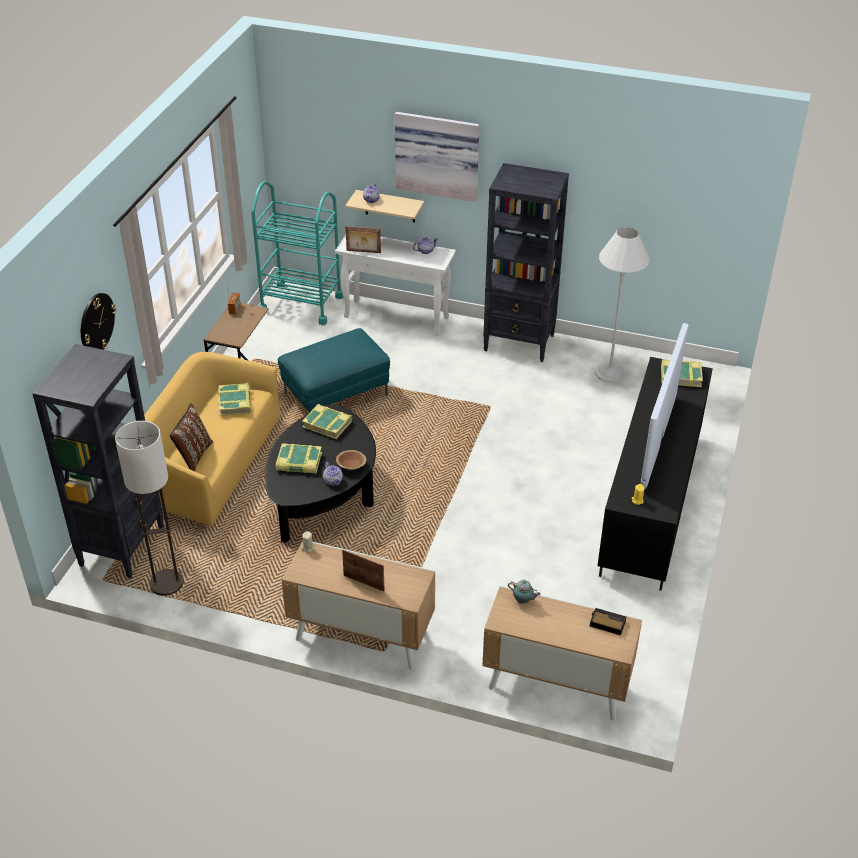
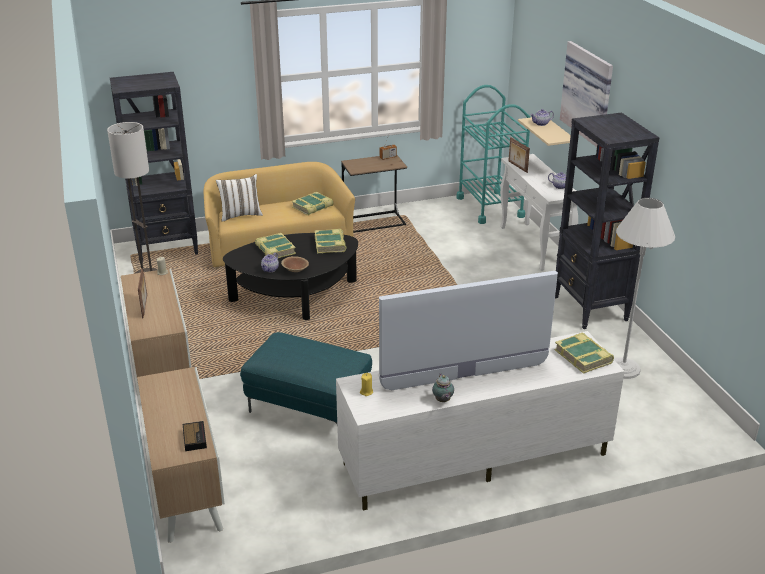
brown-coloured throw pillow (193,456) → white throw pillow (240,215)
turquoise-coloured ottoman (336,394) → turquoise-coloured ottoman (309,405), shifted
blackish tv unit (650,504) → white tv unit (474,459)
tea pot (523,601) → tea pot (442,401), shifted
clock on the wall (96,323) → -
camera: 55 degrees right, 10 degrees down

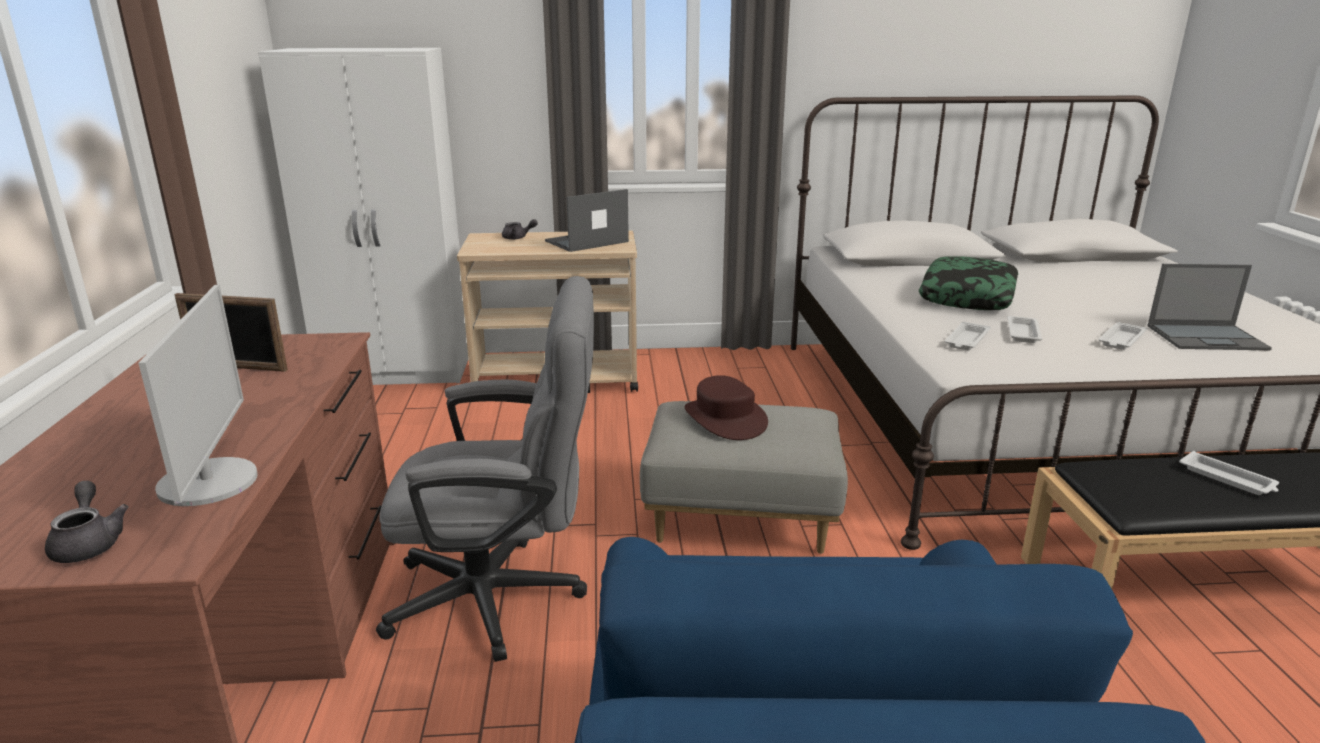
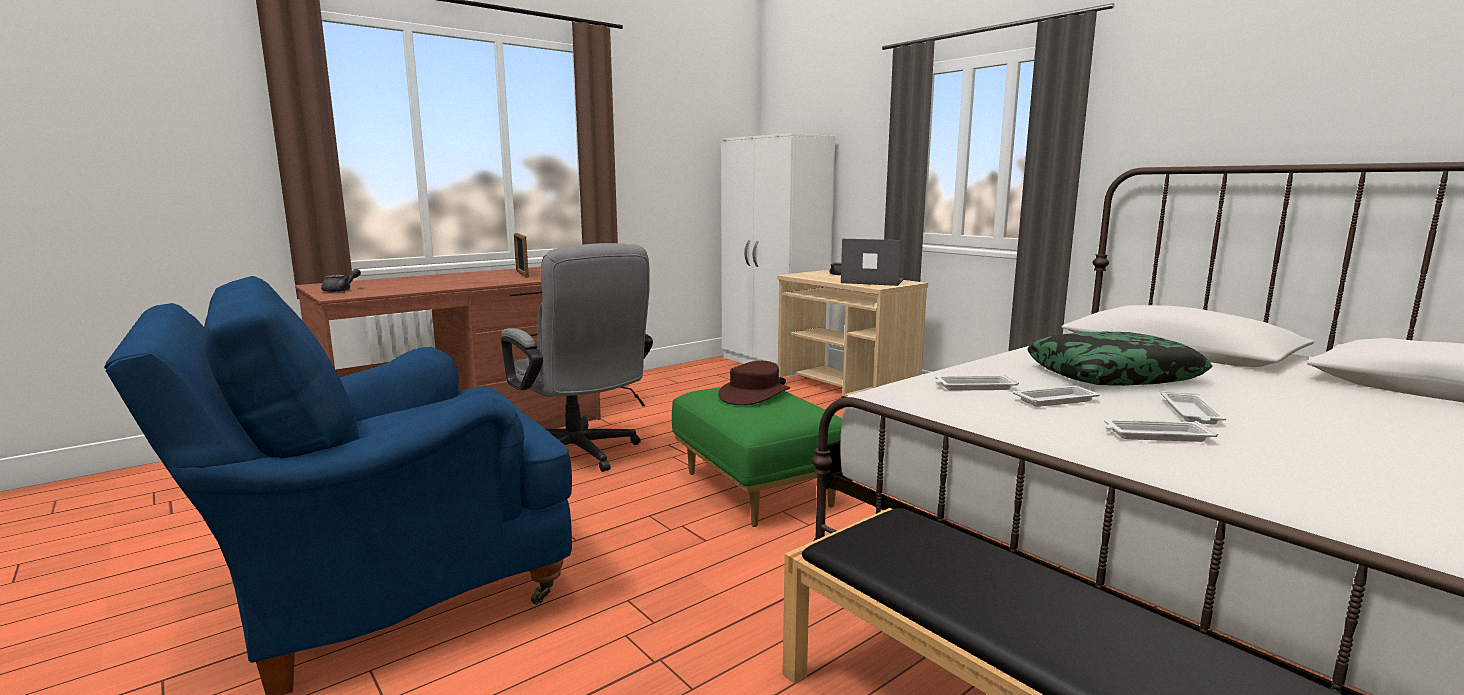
grey ottoman (739,520) → green ottoman (755,489)
white carrying tray (1228,479) → white carrying tray (1191,413), shifted
monitor (210,482) → -
laptop (1207,337) → -
camera: 55 degrees right, 10 degrees down

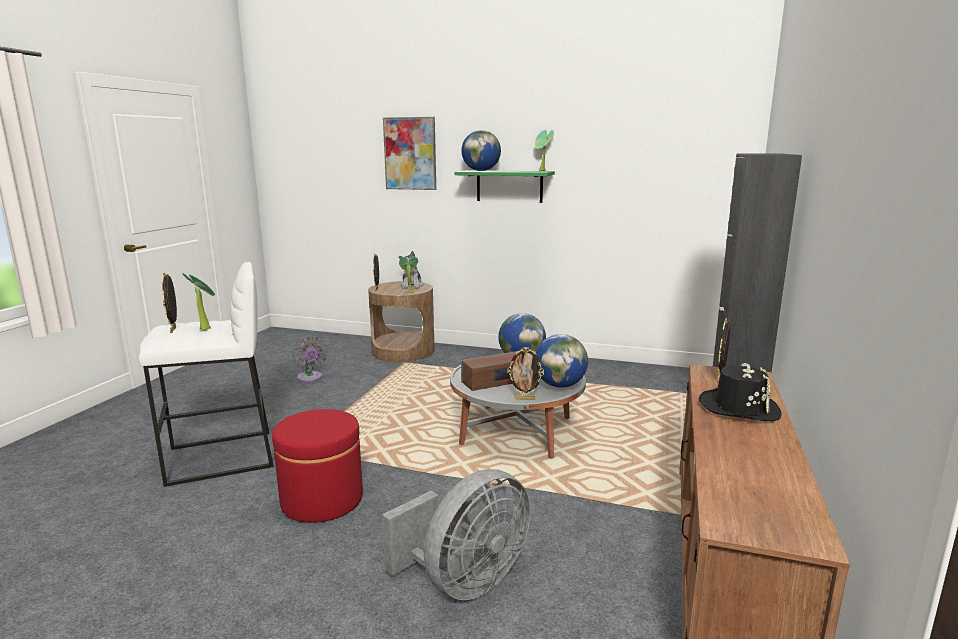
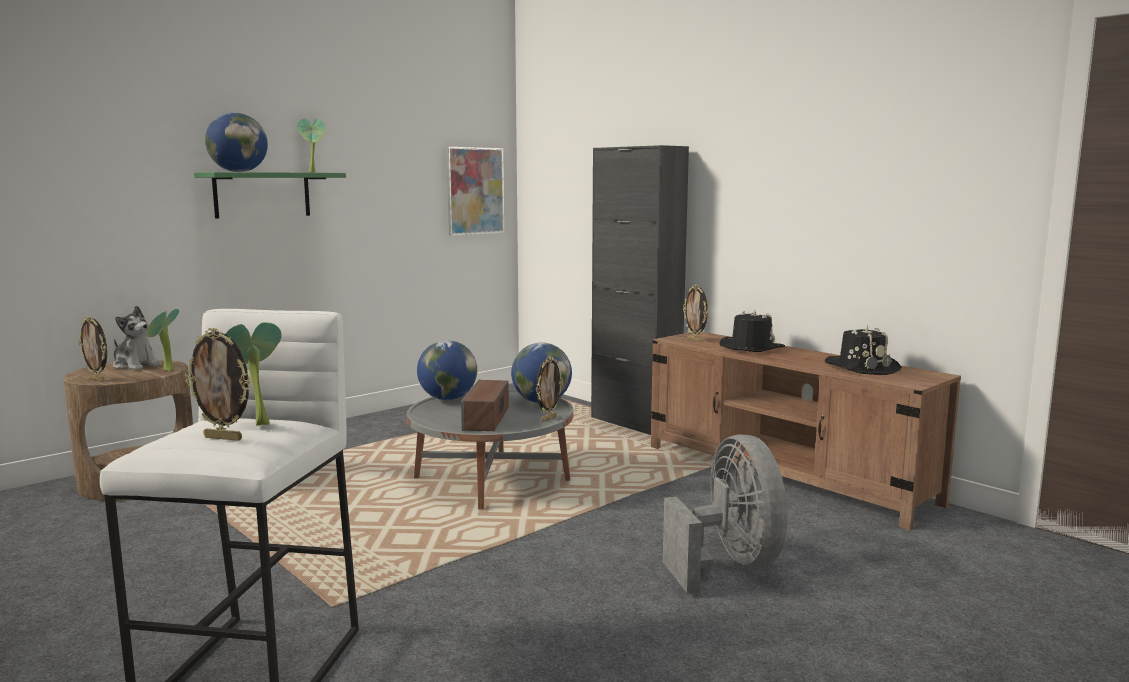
picture (410,153) → picture (475,191), shifted
- → blackish wearable hat (861,367)
red-coloured ottoman (322,500) → -
grey electric fan (310,378) → -
camera: 60 degrees left, 5 degrees down

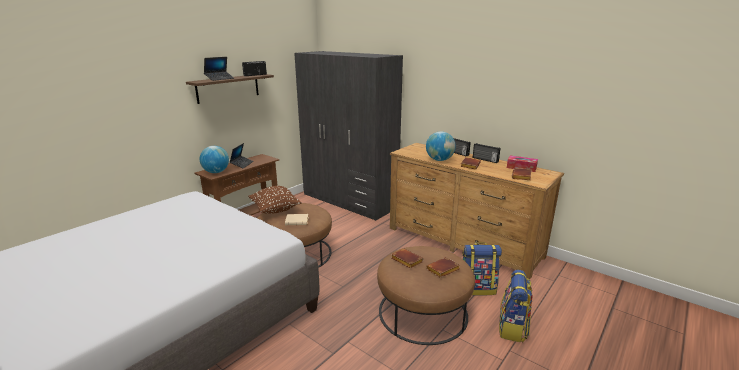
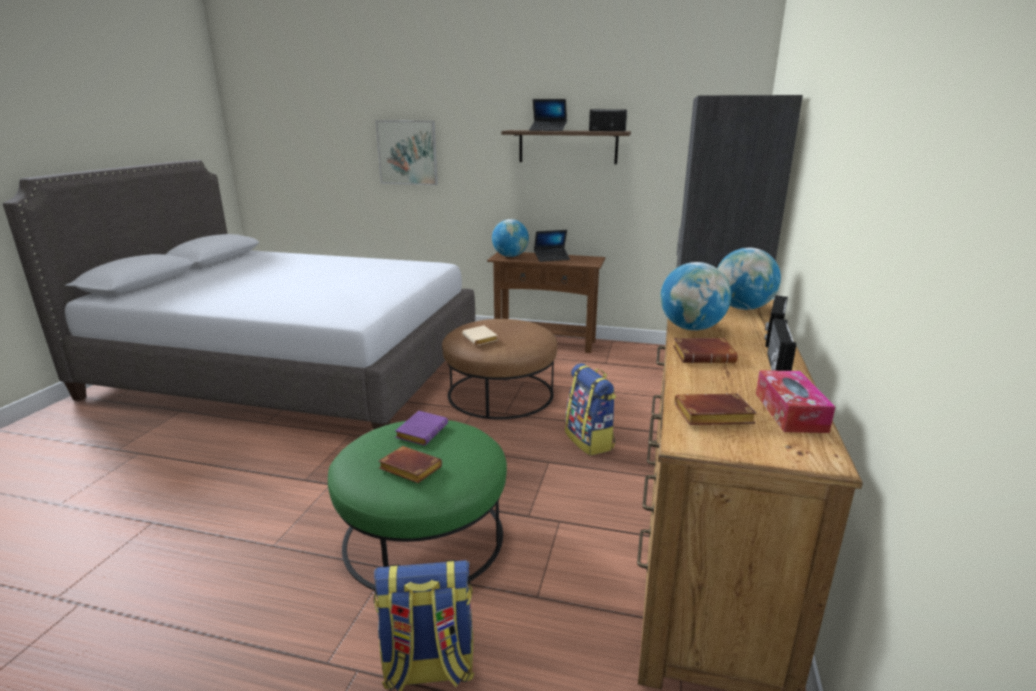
brown-coloured ottoman (422,312) → green ottoman (423,536)
- → picture (407,152)
brown-coloured bound book (405,260) → purplish bound book (421,431)
rucksack (477,288) → rucksack (590,441), shifted
- → world globe (742,308)
brown-coloured throw pillow (275,210) → -
camera: 65 degrees right, 0 degrees up

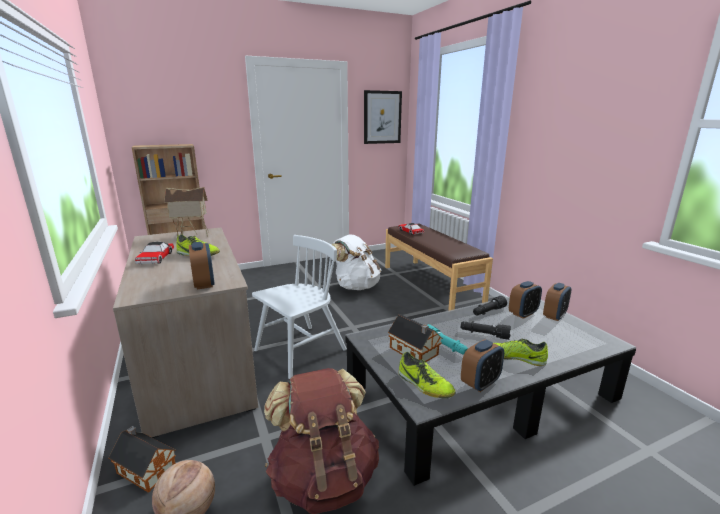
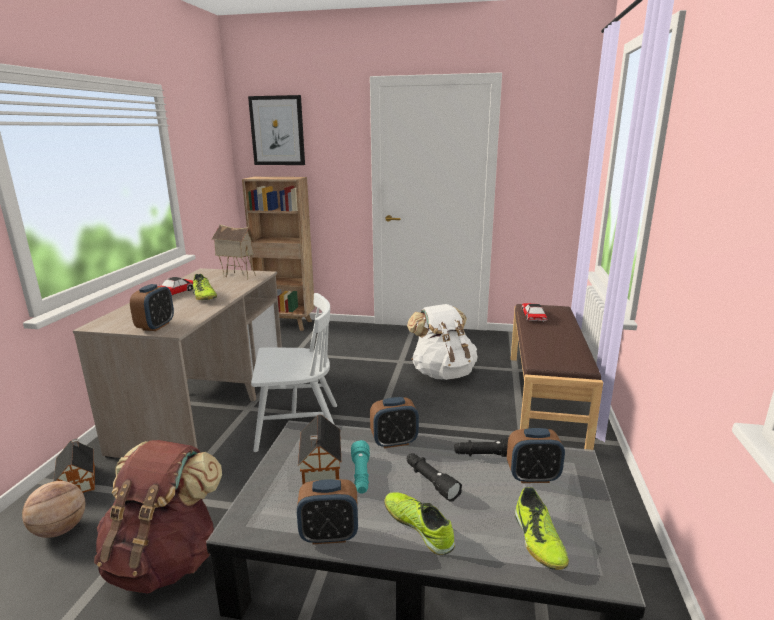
picture (382,117) → picture (277,131), shifted
table clock (554,316) → table clock (394,442), shifted
shoe (424,385) → shoe (538,540), shifted
camera: 35 degrees right, 0 degrees up

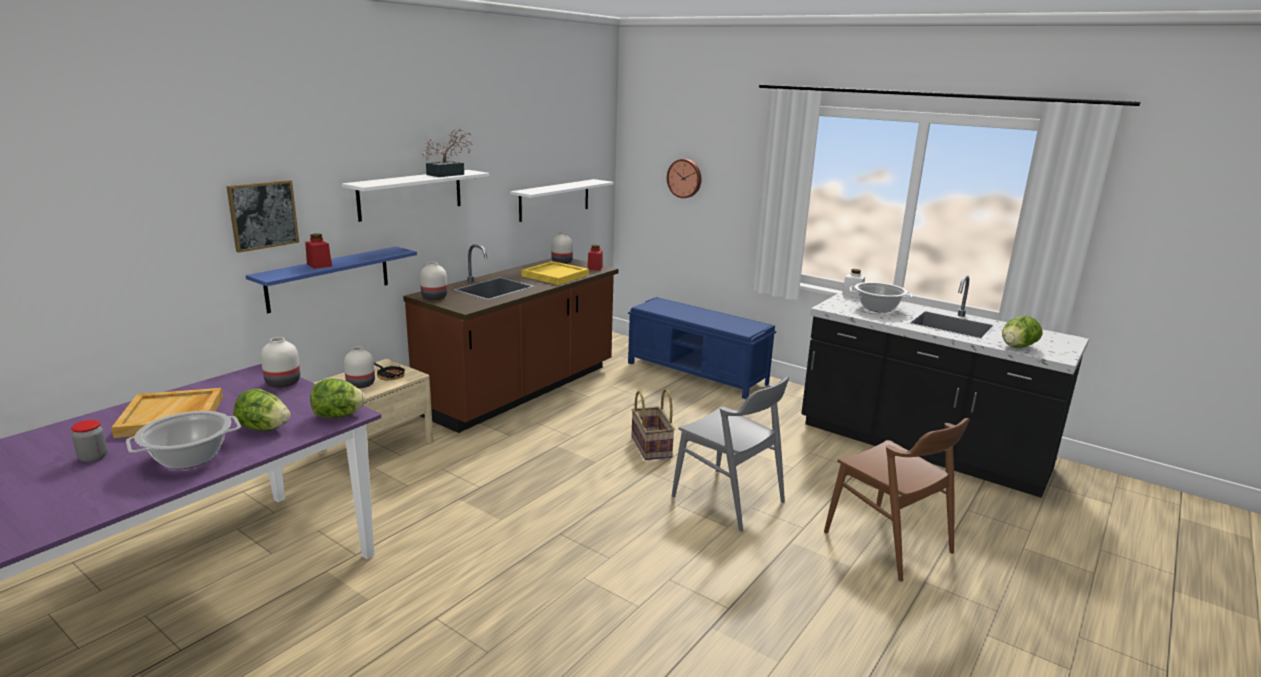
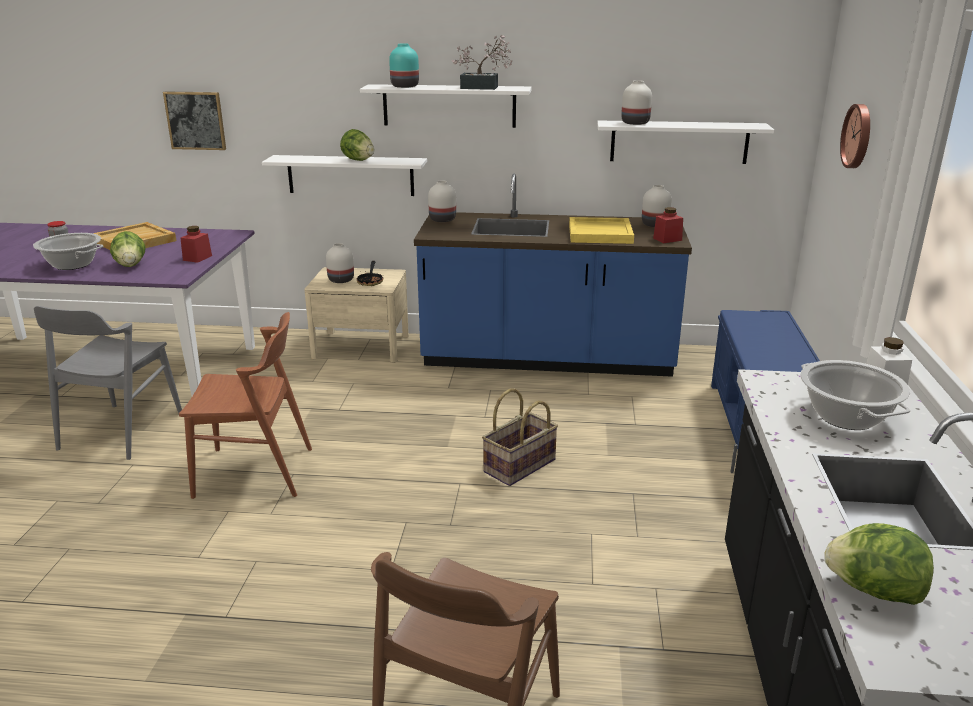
grey upright chair (728,499) → grey upright chair (121,431), shifted
picture (263,215) → picture (195,120), shifted
- → brown-coloured upright chair (255,472)
red-coloured preserve jar (319,265) → red-coloured preserve jar (197,258), shifted
blue shelf (329,278) → white shelf (350,175)
head of lettuce (338,416) → head of lettuce (358,160), shifted
- → turquoise-coloured vase (404,86)
brown-coloured counter (521,390) → blue counter (547,359)
white vase (283,383) → white vase (635,123), shifted
camera: 60 degrees right, 5 degrees up

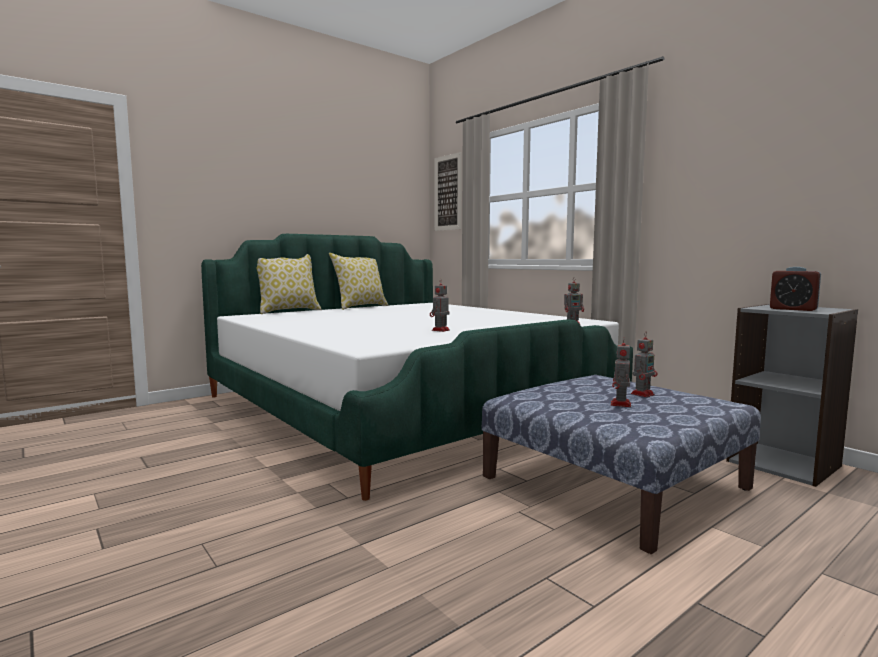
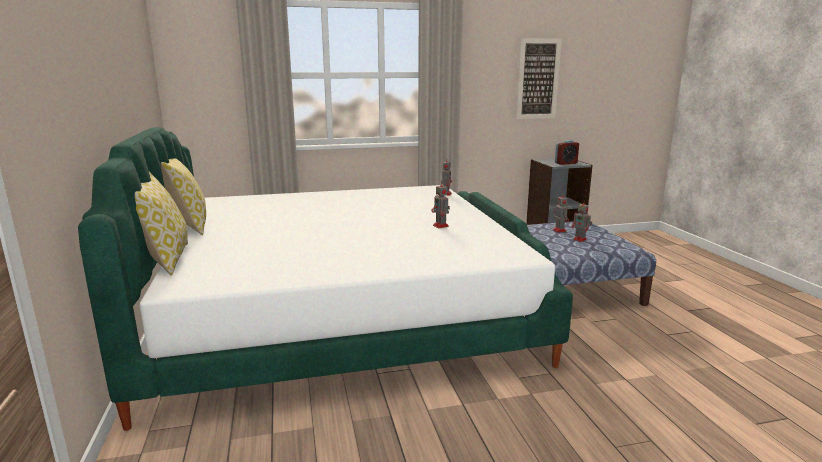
picture (448,193) → picture (538,79), shifted
camera: 65 degrees left, 10 degrees up

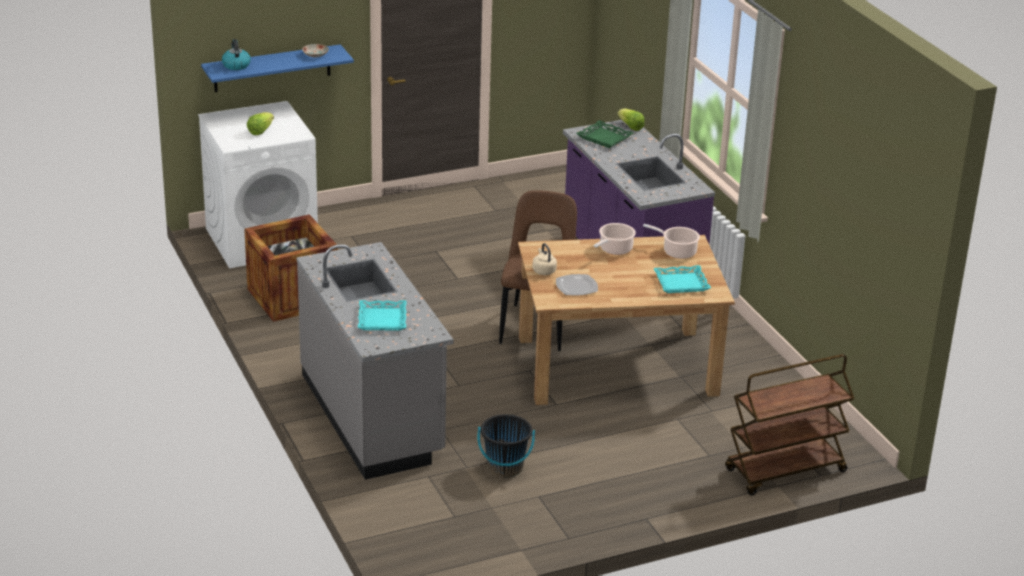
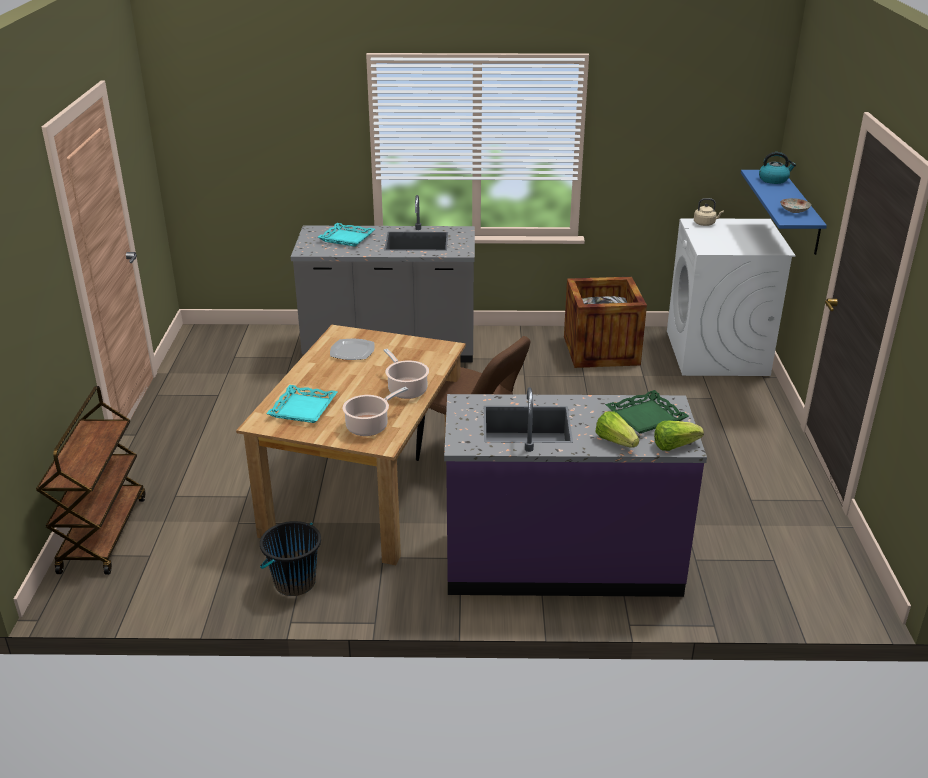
blackish water bucket (505,468) → blackish water bucket (294,582), shifted
head of lettuce (260,131) → head of lettuce (615,441), shifted
sand-coloured water kettle (543,270) → sand-coloured water kettle (705,223), shifted
camera: 115 degrees right, 0 degrees up

